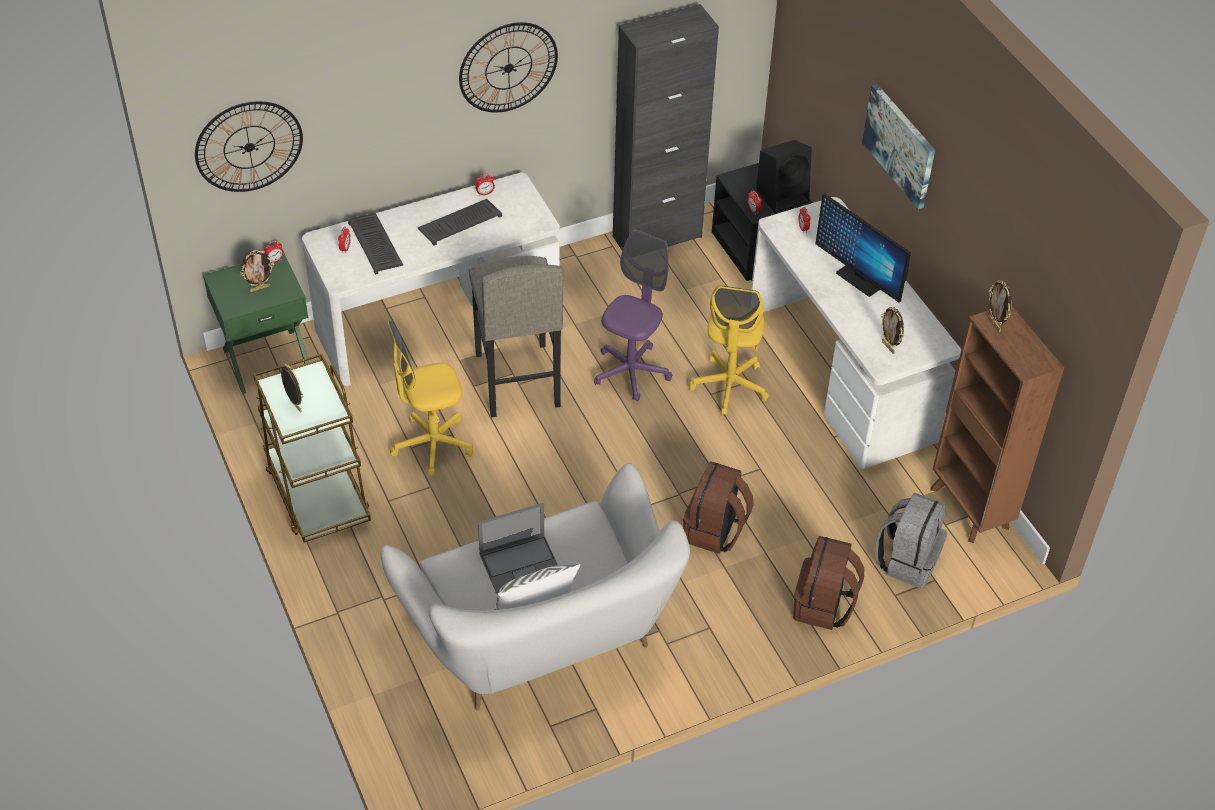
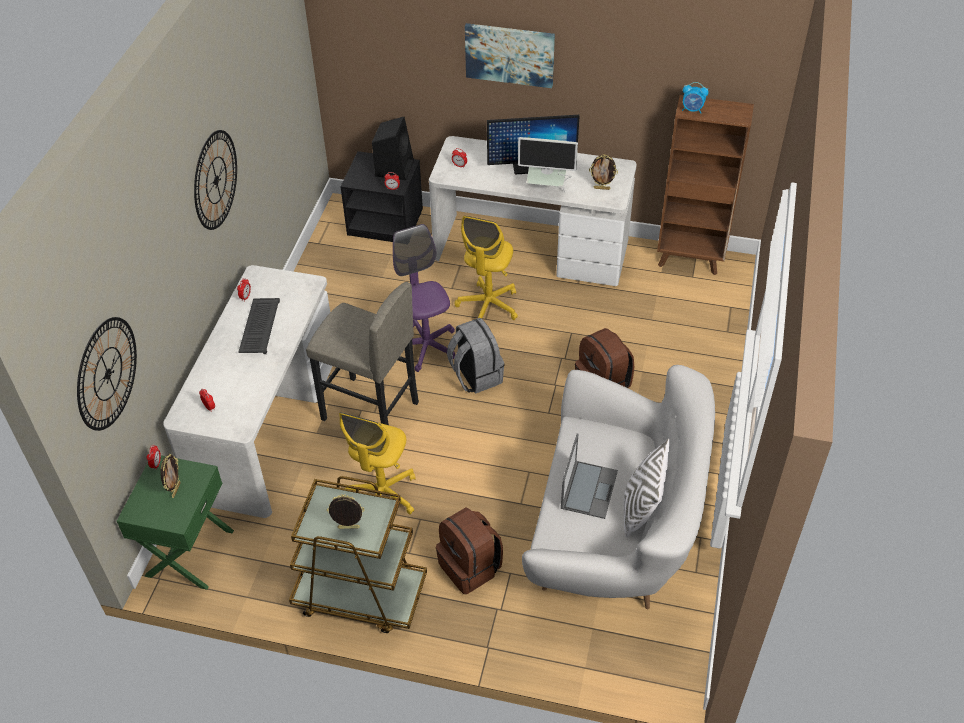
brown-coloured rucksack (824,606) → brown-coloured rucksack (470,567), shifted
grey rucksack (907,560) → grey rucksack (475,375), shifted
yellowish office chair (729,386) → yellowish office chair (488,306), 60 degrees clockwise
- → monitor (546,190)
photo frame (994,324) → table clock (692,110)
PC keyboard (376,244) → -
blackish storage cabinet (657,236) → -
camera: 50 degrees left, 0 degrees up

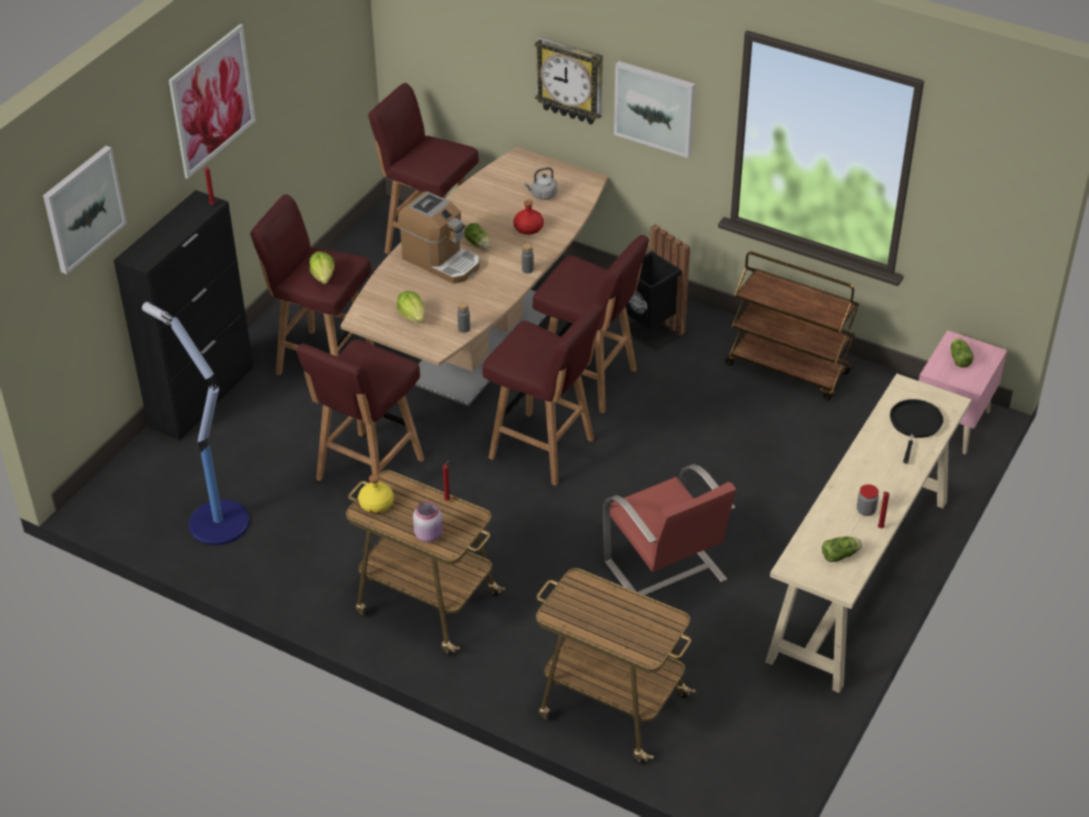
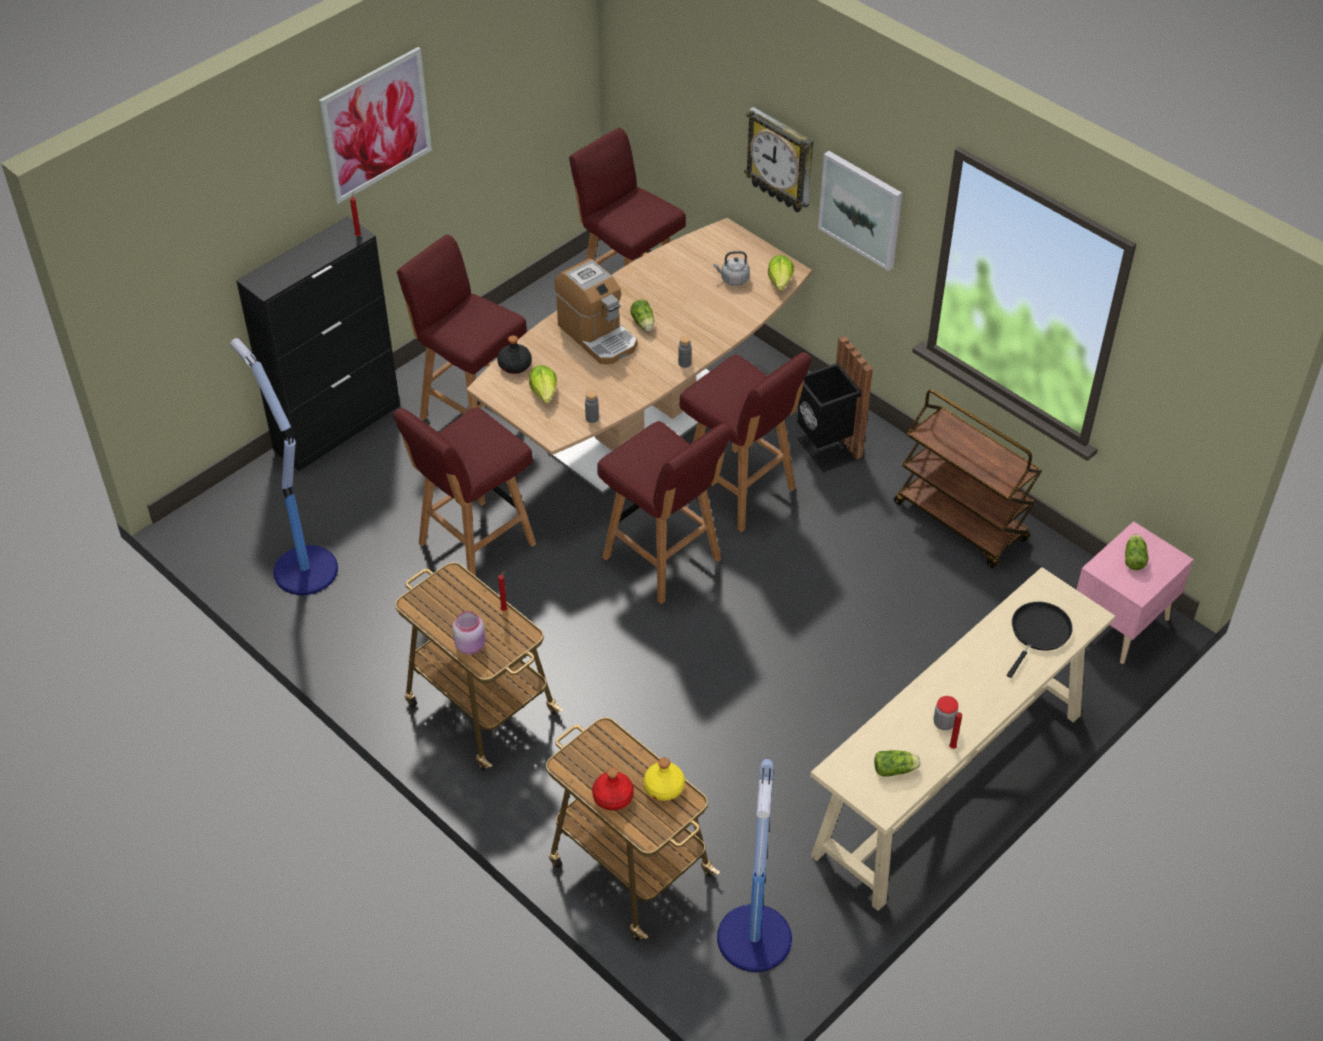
- → blackish drink bottle (514,365)
red-coloured drink bottle (529,228) → red-coloured drink bottle (613,797), shifted
yellowish drink bottle (376,504) → yellowish drink bottle (663,787), shifted
- → standing lamp (754,941)
head of lettuce (323,276) → head of lettuce (780,282), shifted
picture (83,208) → -
red-coloured upright chair (665,572) → -
camera: 15 degrees right, 5 degrees up

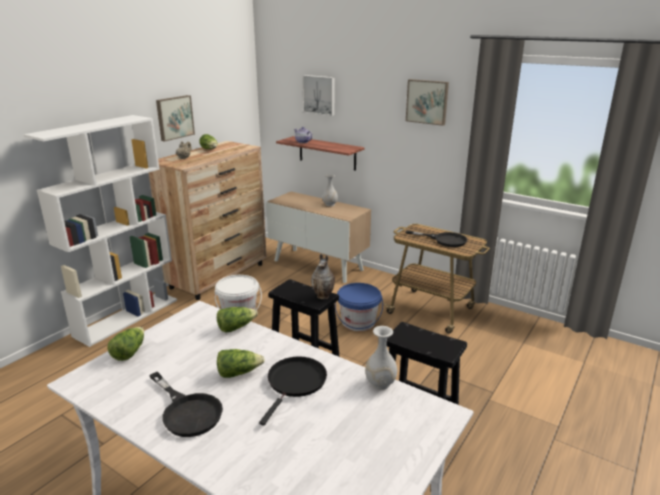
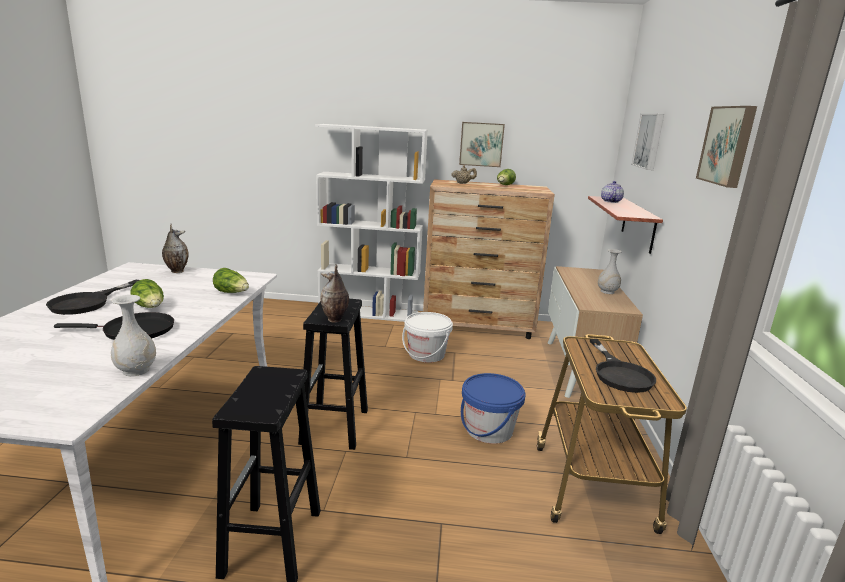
head of lettuce (129,352) → vase (176,271)
camera: 60 degrees right, 5 degrees down

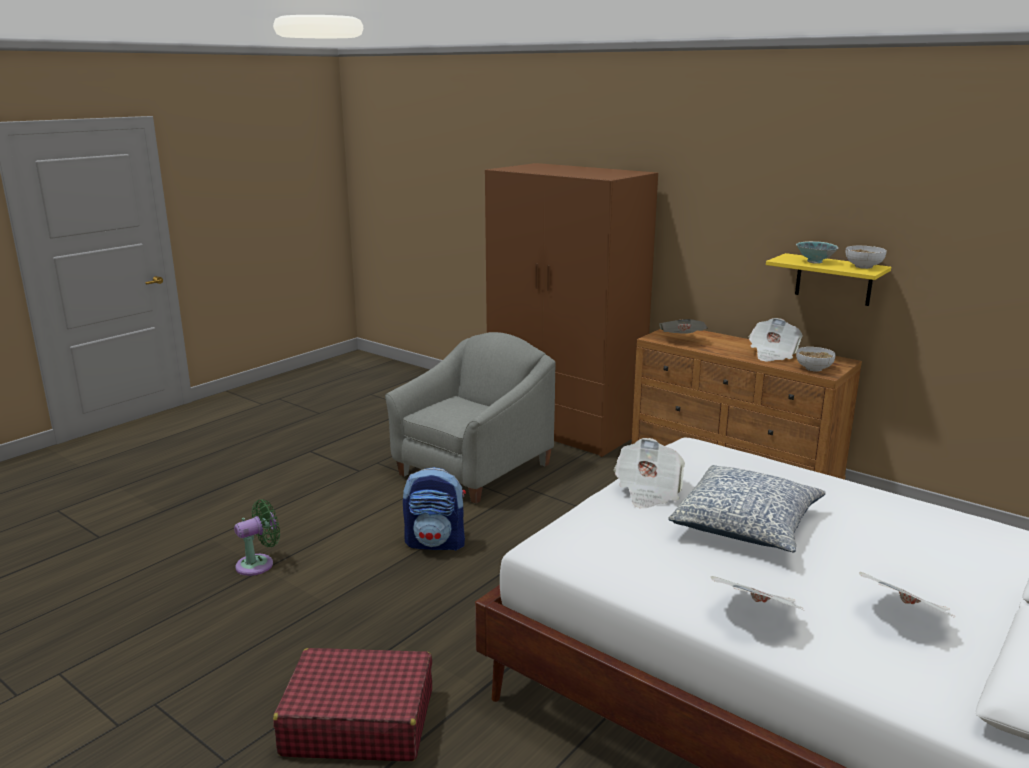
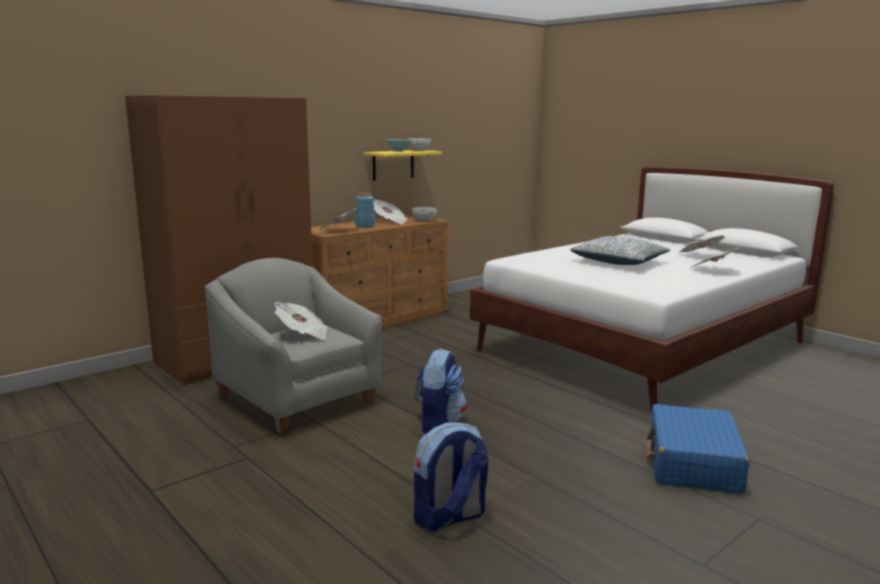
daily paper (648,491) → daily paper (303,334), shifted
- → blue vase (365,226)
green electric fan (259,564) → rucksack (449,518)
red-coloured piece of luggage (358,721) → blue piece of luggage (693,463)
camera: 80 degrees left, 5 degrees down

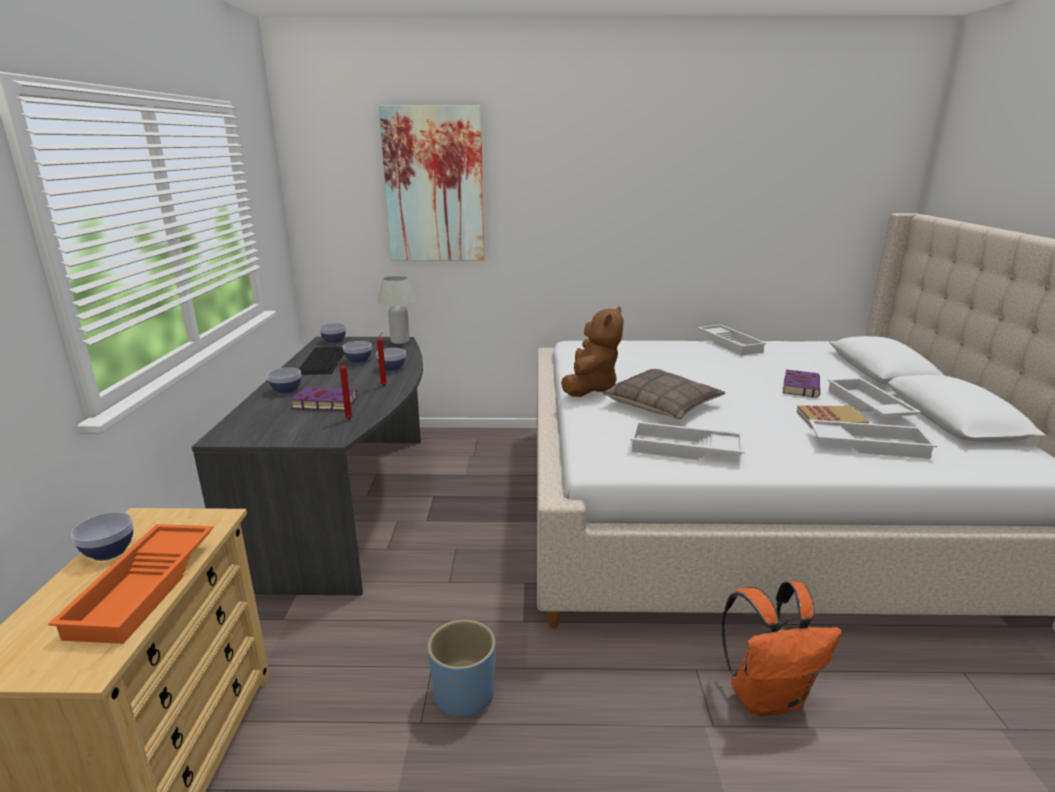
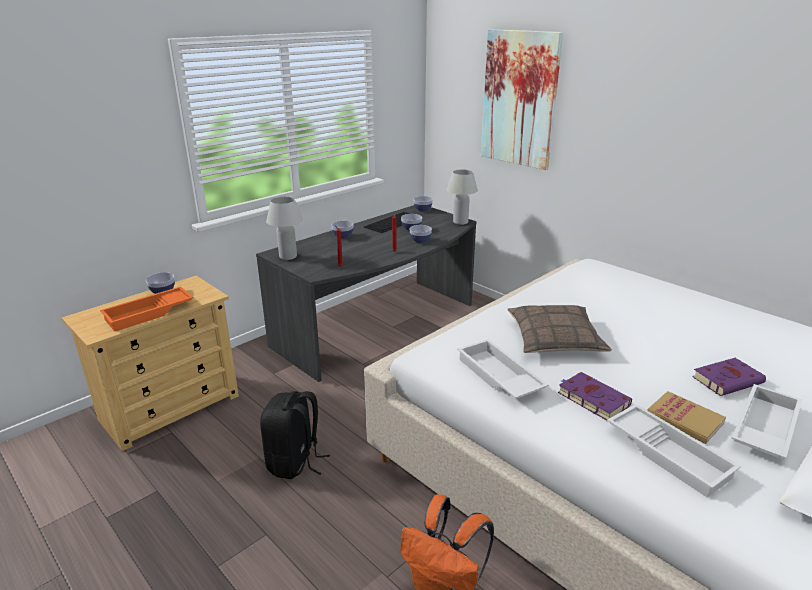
blue plant pot (464,695) → blackish rucksack (295,462)
- → white table lamp (288,257)
purplish bound book (323,403) → purplish bound book (591,398), shifted
brown-coloured cuddly toy (590,388) → -
white carrying tray (731,344) → -
camera: 45 degrees right, 5 degrees up

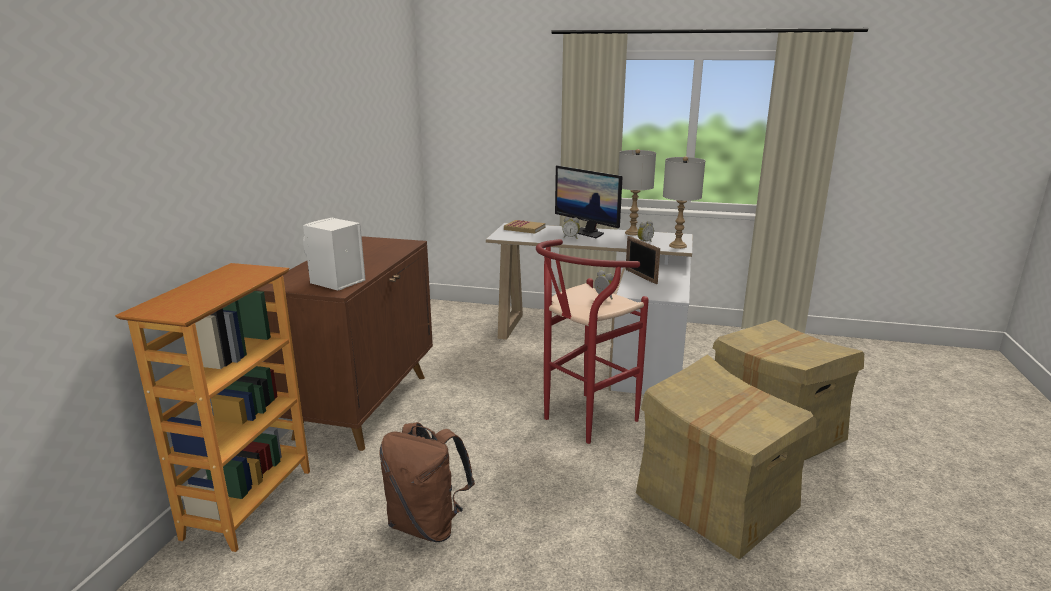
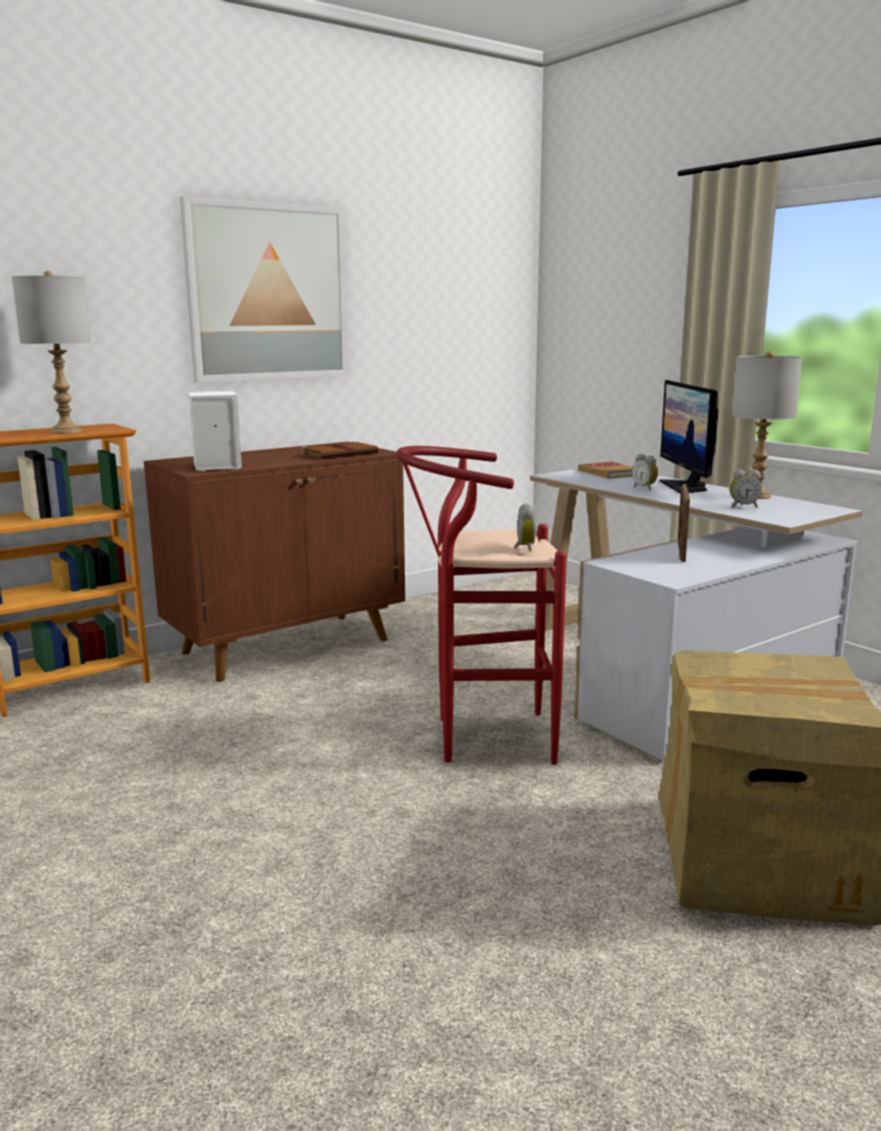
grey table lamp (677,246) → grey table lamp (66,431), shifted
- → picture (268,293)
- → brown-coloured bound book (340,454)
brown-coloured rucksack (427,525) → -
carton (715,501) → -
camera: 40 degrees right, 5 degrees down

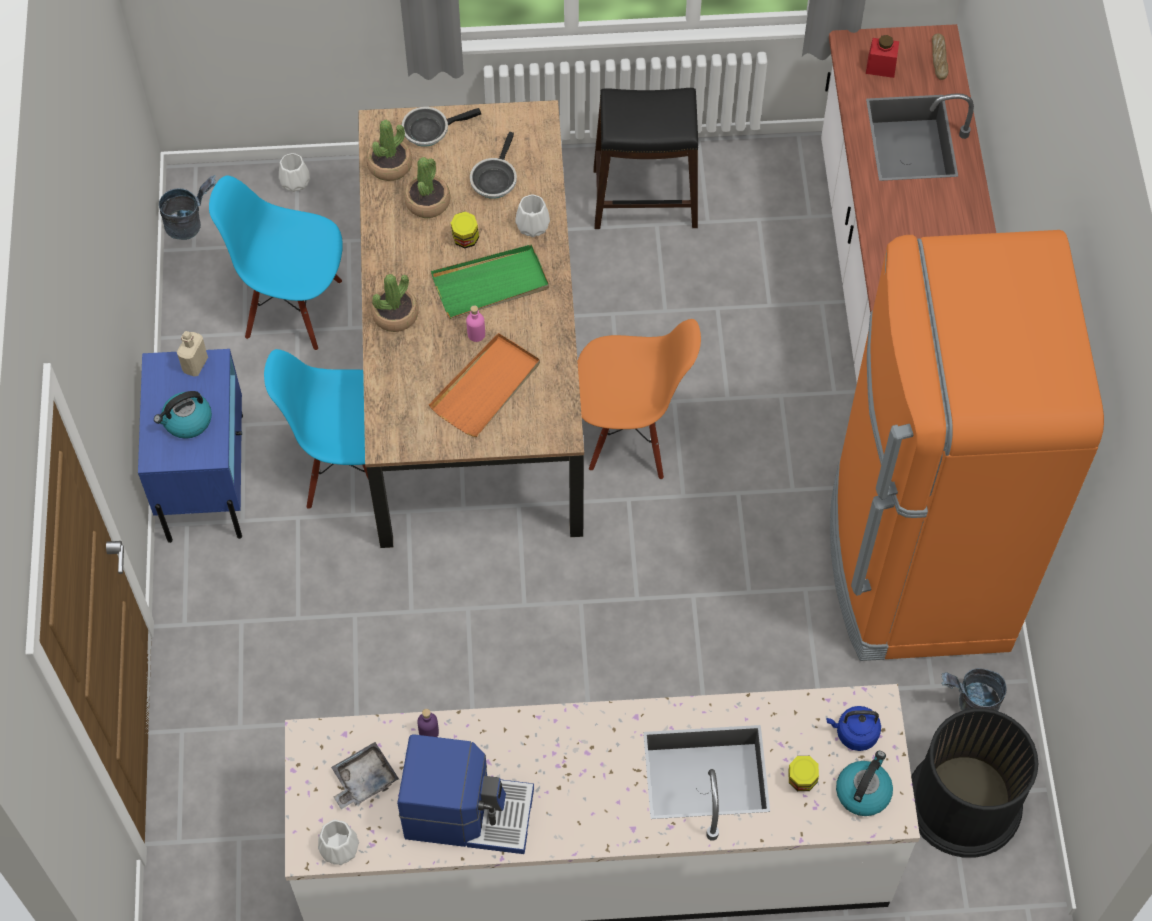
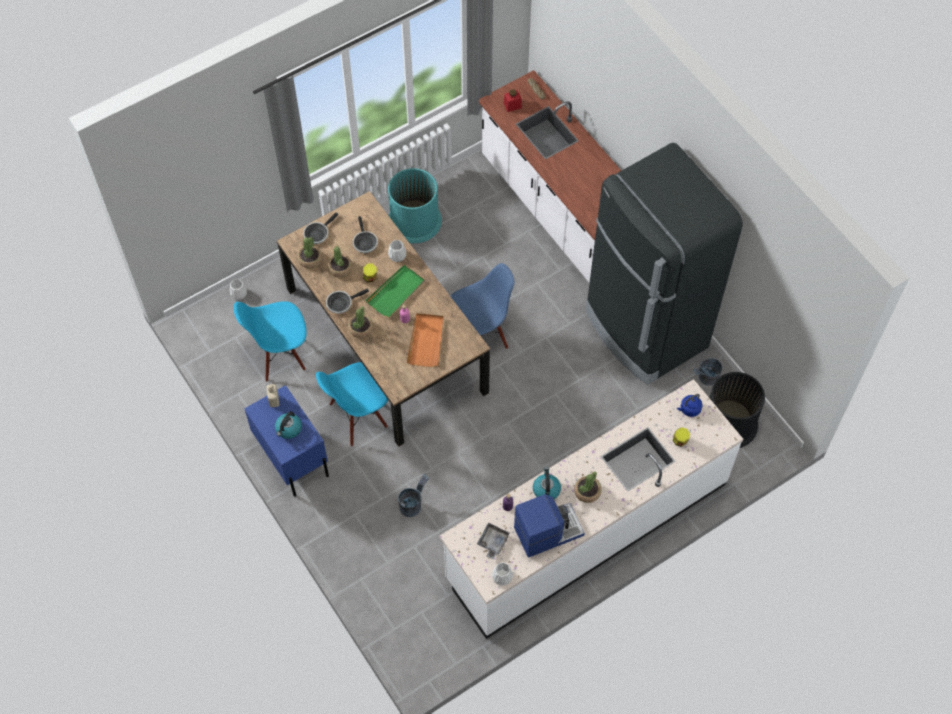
- → frying pan (341,303)
blackish stool seat (644,197) → turquoise-coloured trash can (414,220)
grey water bucket (190,223) → grey water bucket (413,504), shifted
orange-coloured upright chair (630,434) → blue upright chair (480,335)
water kettle (863,791) → water kettle (546,489), shifted
- → potted plant (587,491)
orange-coloured kitchen fridge (916,566) → blackish kitchen fridge (645,330)
camera: 30 degrees left, 0 degrees up

